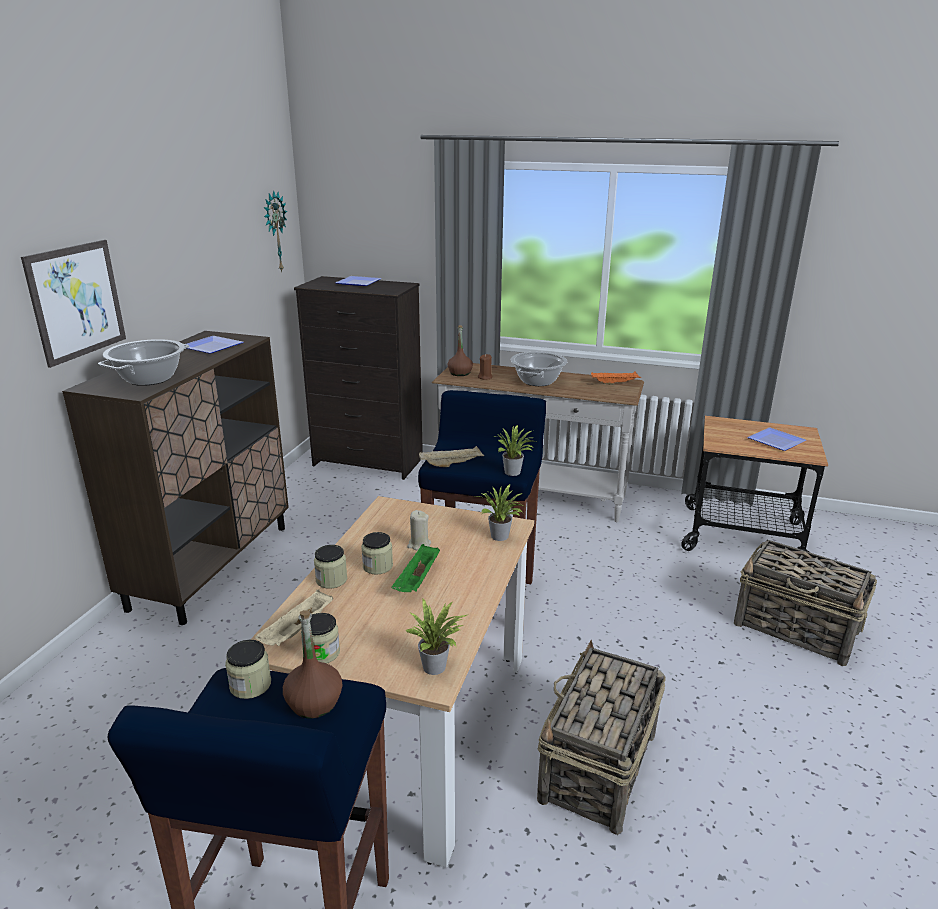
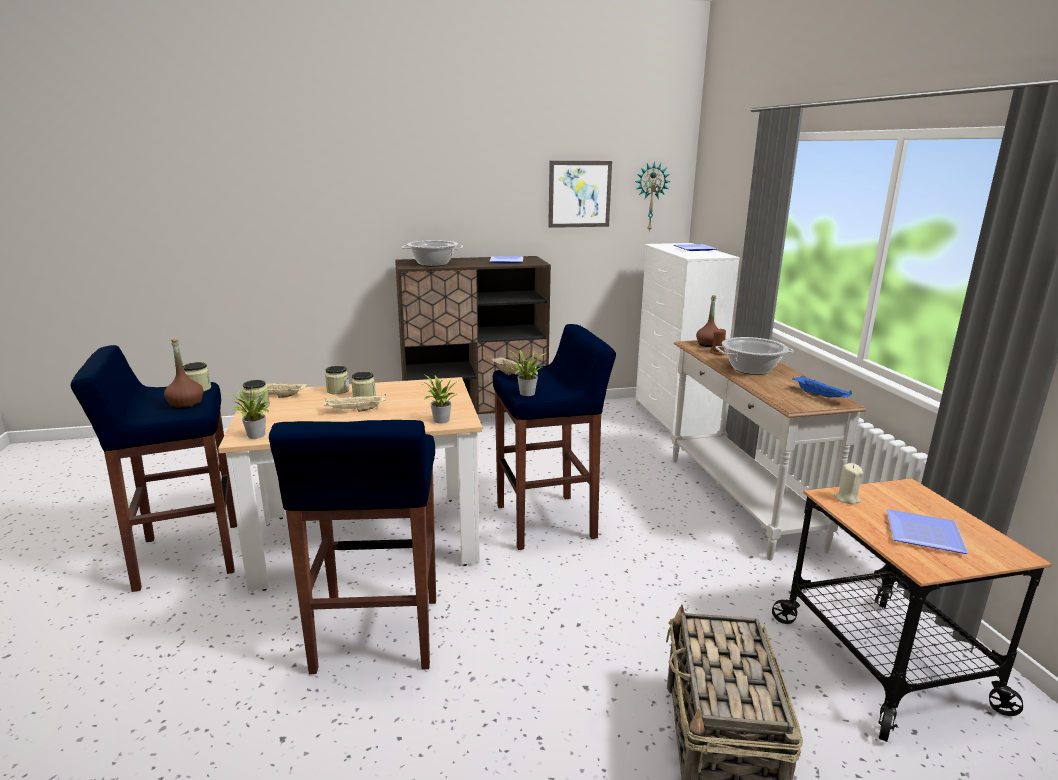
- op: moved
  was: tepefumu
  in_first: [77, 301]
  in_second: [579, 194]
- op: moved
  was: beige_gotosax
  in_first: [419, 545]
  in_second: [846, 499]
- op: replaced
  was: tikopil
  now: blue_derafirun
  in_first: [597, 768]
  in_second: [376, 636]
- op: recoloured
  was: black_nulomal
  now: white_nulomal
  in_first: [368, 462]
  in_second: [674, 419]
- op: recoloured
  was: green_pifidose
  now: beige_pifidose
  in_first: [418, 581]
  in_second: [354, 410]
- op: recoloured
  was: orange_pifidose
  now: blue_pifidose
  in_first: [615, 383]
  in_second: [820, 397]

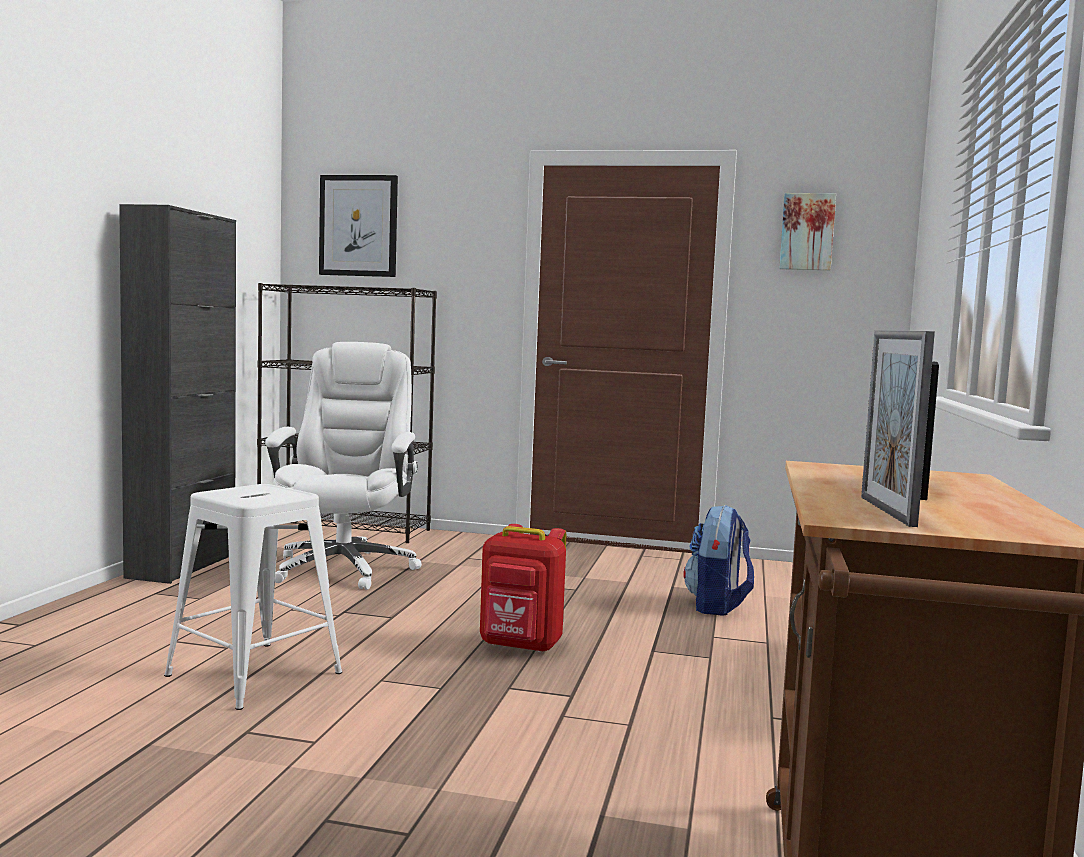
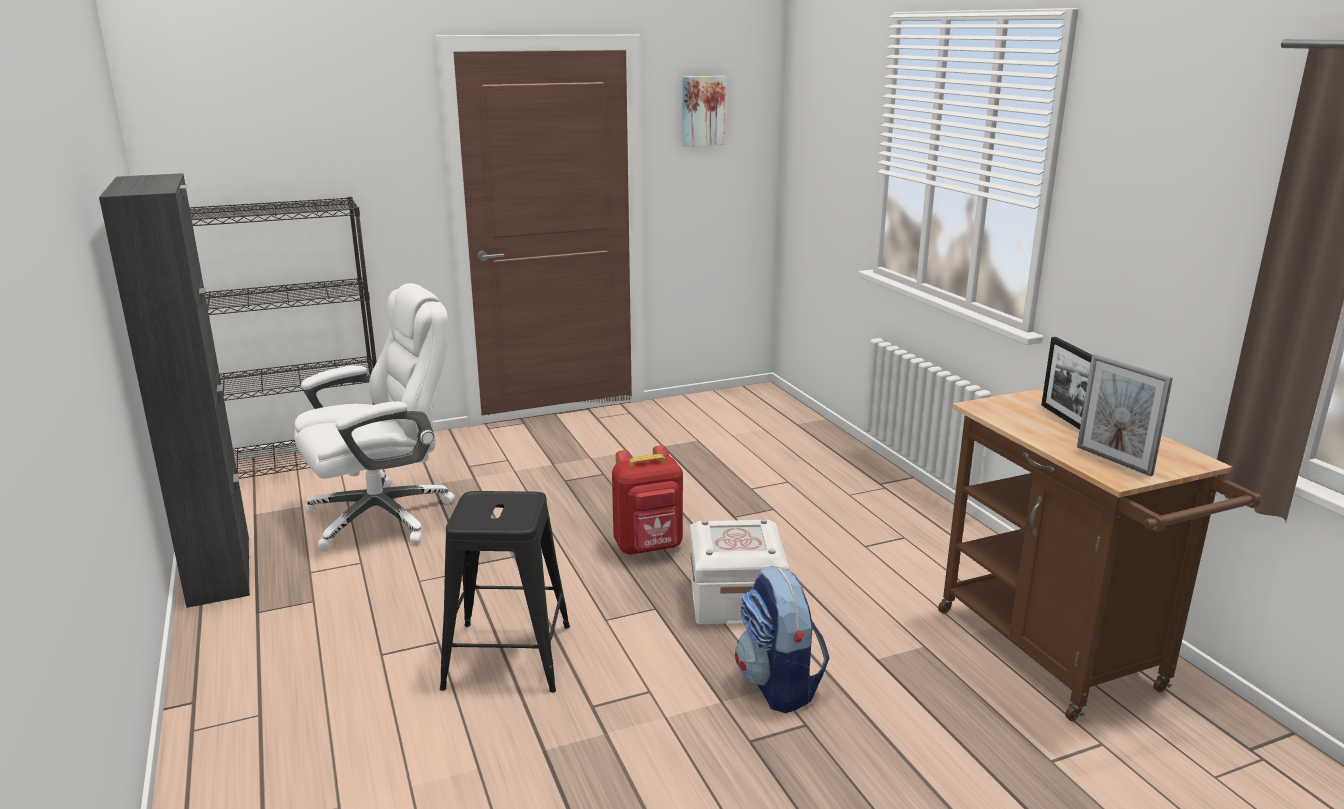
- op: removed
  was: tepefumu
  in_first: [358, 226]
- op: added
  now: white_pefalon
  in_second: [735, 600]
- op: moved
  was: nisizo
  in_first: [717, 606]
  in_second: [779, 685]
- op: recoloured
  was: white_derafirun
  now: black_derafirun
  in_first: [254, 674]
  in_second: [507, 656]
- op: turned
  was: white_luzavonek
  in_first: [344, 568]
  in_second: [383, 516]
  clockwise: 90

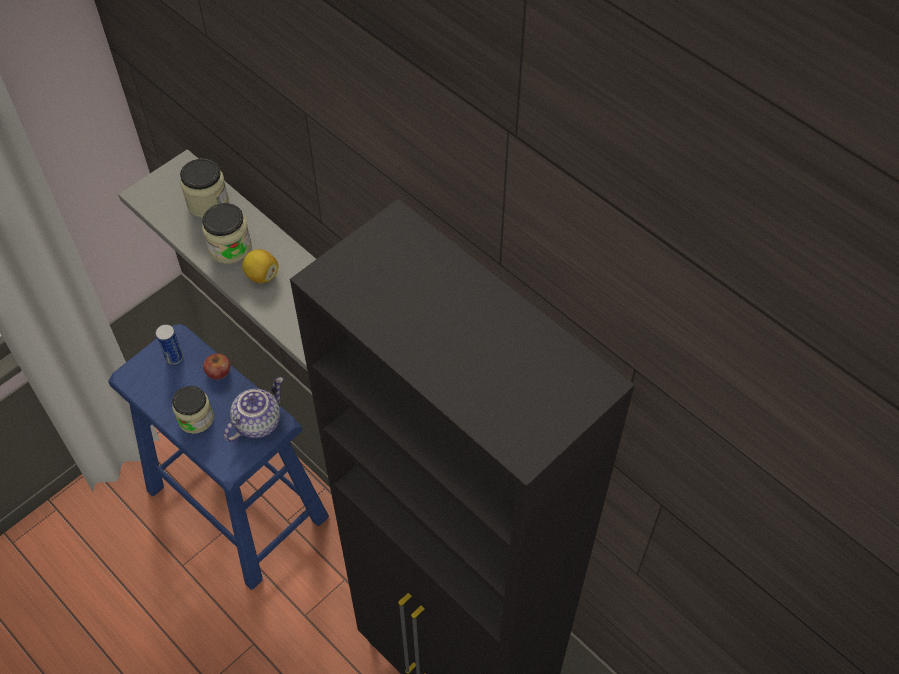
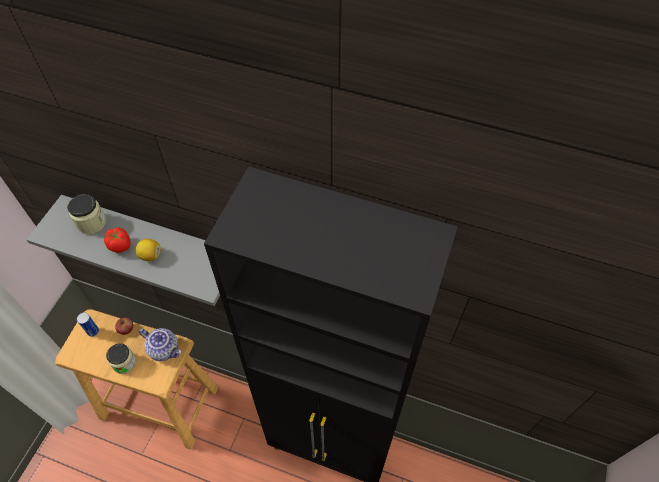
- op: replaced
  was: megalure
  now: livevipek
  in_first: [230, 247]
  in_second: [120, 245]
- op: recoloured
  was: blue_derafirun
  now: beige_derafirun
  in_first: [236, 503]
  in_second: [159, 402]
- op: turned
  was: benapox
  in_first: [257, 421]
  in_second: [165, 349]
  clockwise: 105

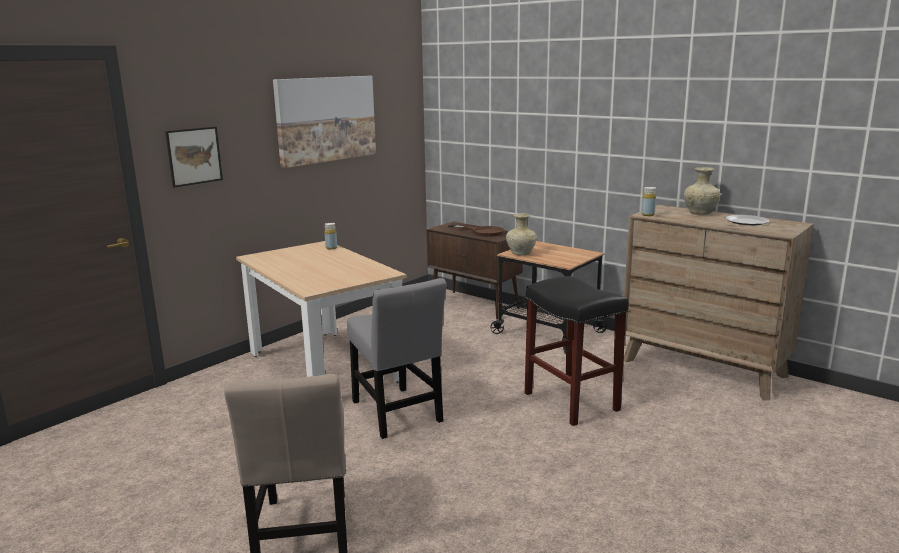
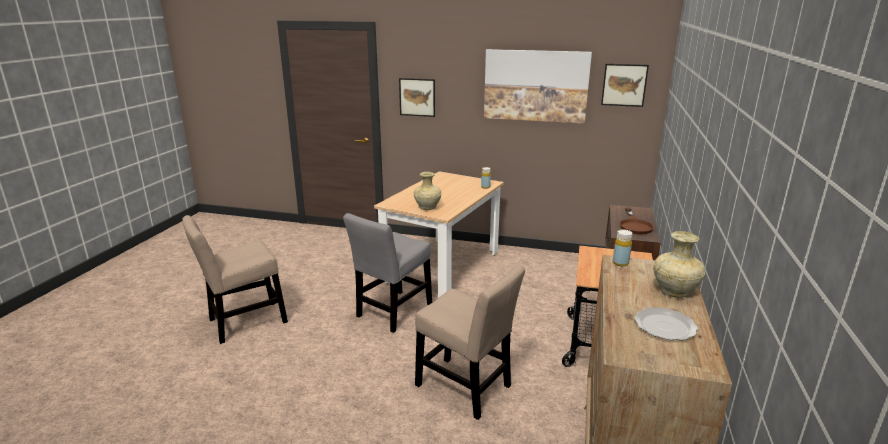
- op: added
  now: tepefumu
  in_second: [624, 85]
- op: moved
  was: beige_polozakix
  in_first: [520, 254]
  in_second: [427, 208]
- op: replaced
  was: black_derafirun
  now: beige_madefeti
  in_first: [572, 402]
  in_second: [466, 388]

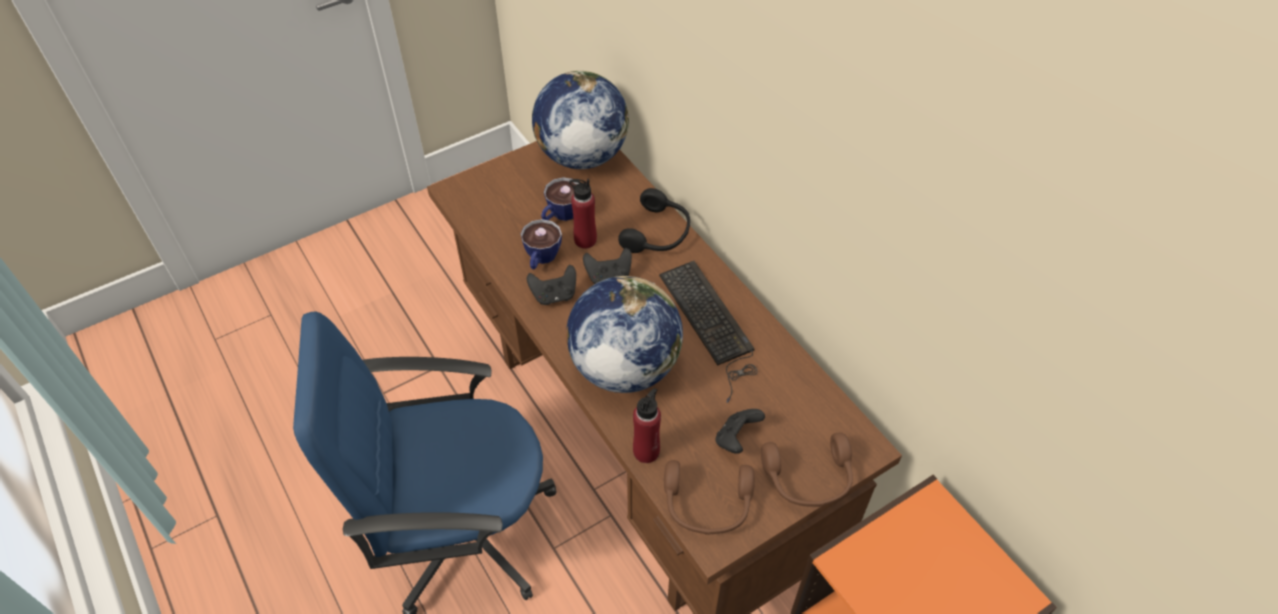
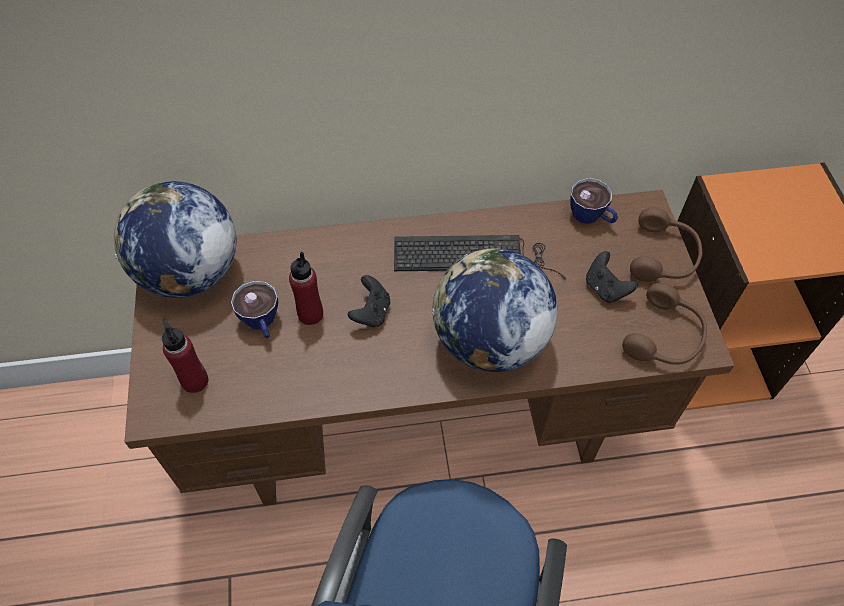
- op: removed
  was: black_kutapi
  in_first: [554, 295]
- op: removed
  was: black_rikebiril
  in_first: [658, 234]
- op: moved
  was: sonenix
  in_first: [541, 259]
  in_second: [591, 217]
- op: moved
  was: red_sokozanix
  in_first: [646, 451]
  in_second: [195, 381]

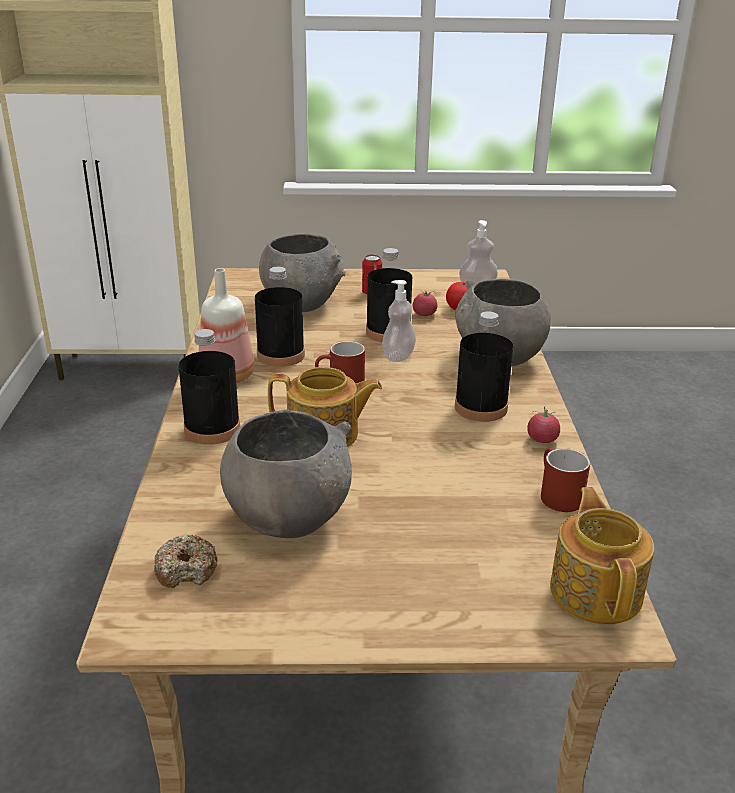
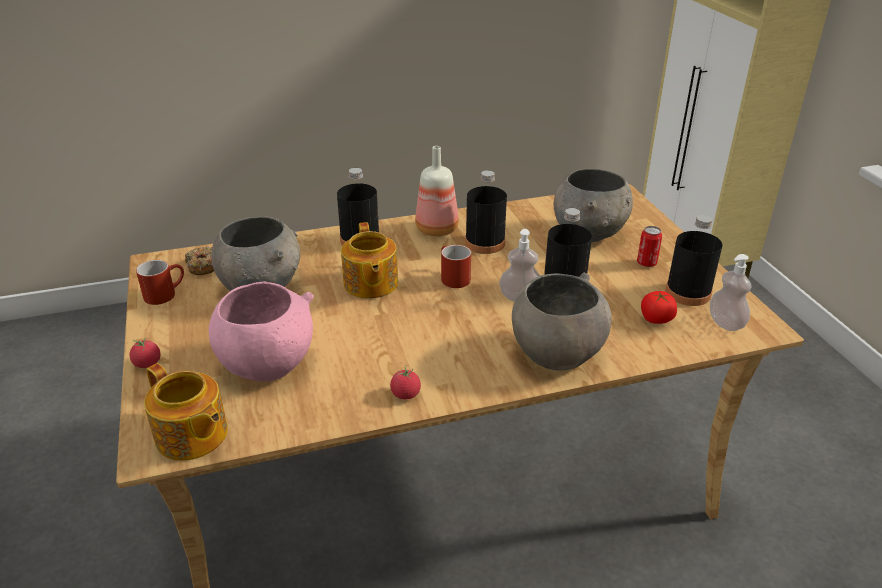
- op: added
  now: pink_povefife
  in_second: [267, 364]
- op: moved
  was: livevipek
  in_first: [424, 314]
  in_second: [147, 363]
- op: moved
  was: black_sokozanix
  in_first: [481, 407]
  in_second: [688, 293]
- op: moved
  was: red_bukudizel
  in_first: [556, 495]
  in_second: [165, 293]
- op: turned
  was: benapox
  in_first: [596, 591]
  in_second: [192, 436]
  clockwise: 60

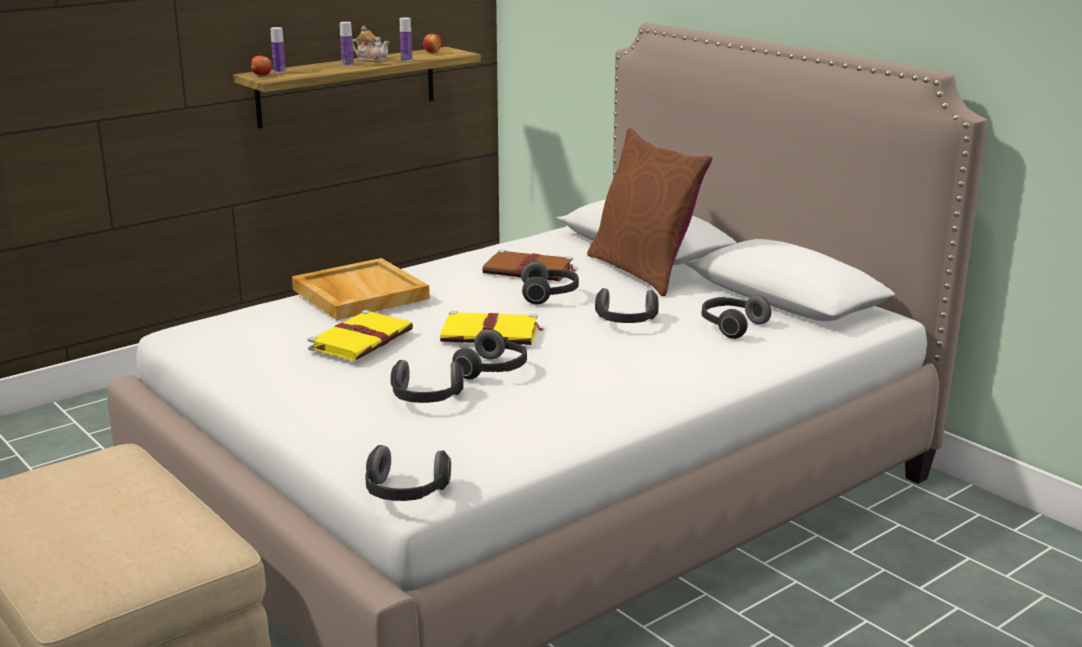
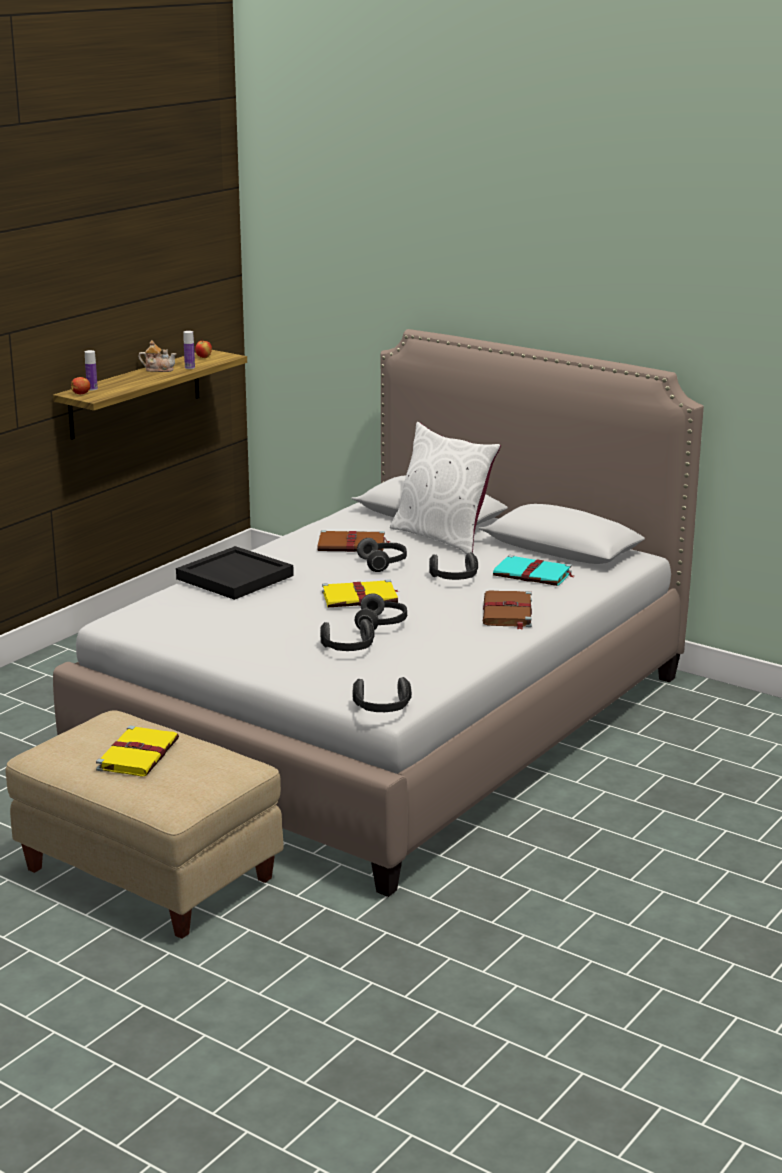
- op: removed
  was: sokozanix
  in_first: [347, 65]
- op: added
  now: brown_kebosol
  in_second: [507, 613]
- op: moved
  was: yellow_kebosol
  in_first: [362, 339]
  in_second: [138, 754]
- op: replaced
  was: rikebiril
  now: turquoise_kebosol
  in_first: [731, 326]
  in_second: [534, 574]
- op: recoloured
  was: beige_pifidose
  now: black_pifidose
  in_first: [359, 294]
  in_second: [233, 577]
- op: recoloured
  was: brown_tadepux
  now: white_tadepux
  in_first: [643, 271]
  in_second: [442, 537]

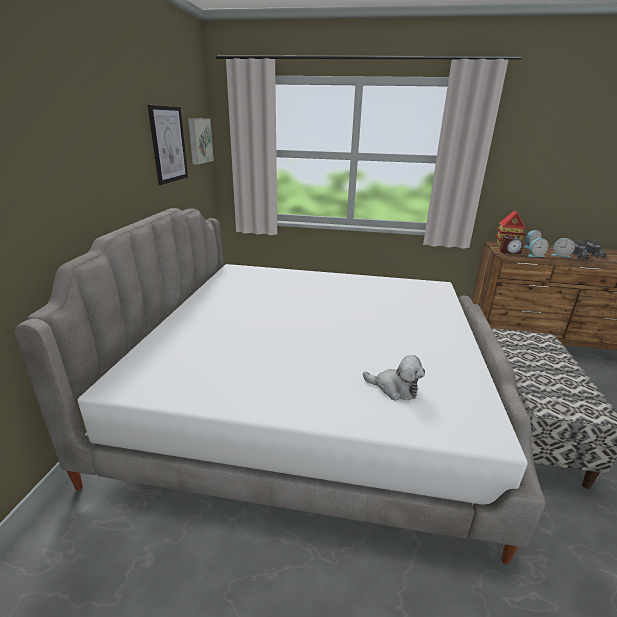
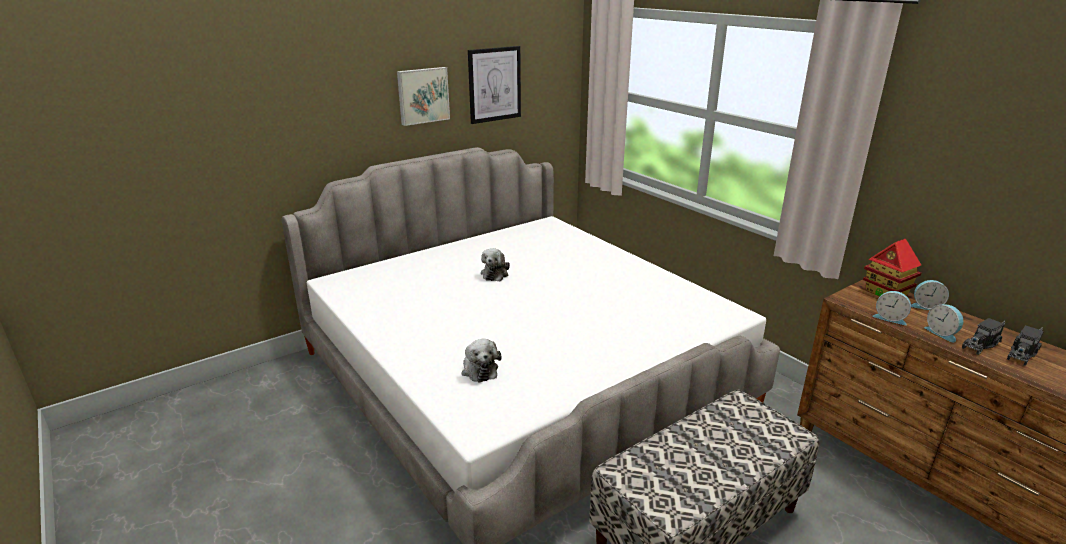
- op: removed
  was: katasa
  in_first: [509, 252]
- op: added
  now: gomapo
  in_second: [495, 273]
- op: moved
  was: tepefumu
  in_first: [199, 140]
  in_second: [422, 95]

